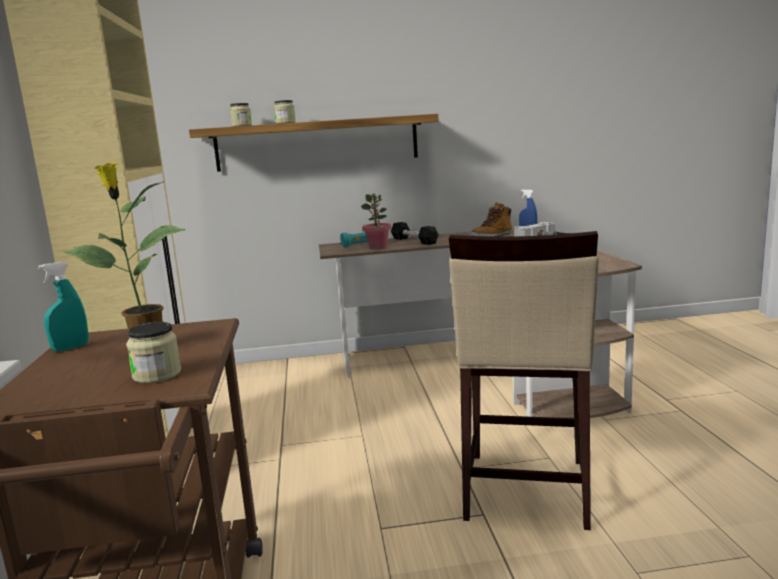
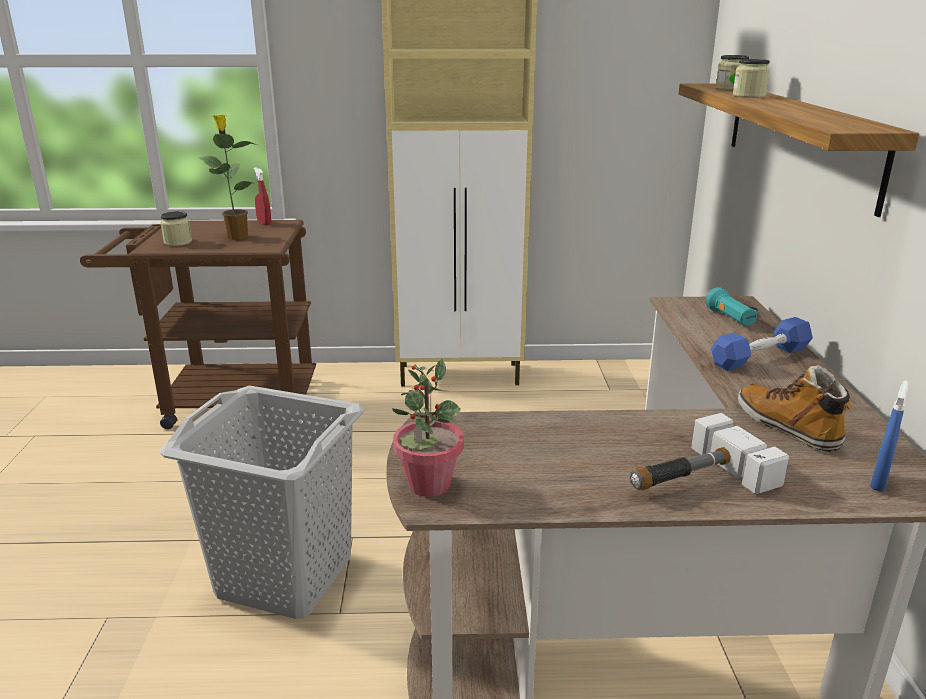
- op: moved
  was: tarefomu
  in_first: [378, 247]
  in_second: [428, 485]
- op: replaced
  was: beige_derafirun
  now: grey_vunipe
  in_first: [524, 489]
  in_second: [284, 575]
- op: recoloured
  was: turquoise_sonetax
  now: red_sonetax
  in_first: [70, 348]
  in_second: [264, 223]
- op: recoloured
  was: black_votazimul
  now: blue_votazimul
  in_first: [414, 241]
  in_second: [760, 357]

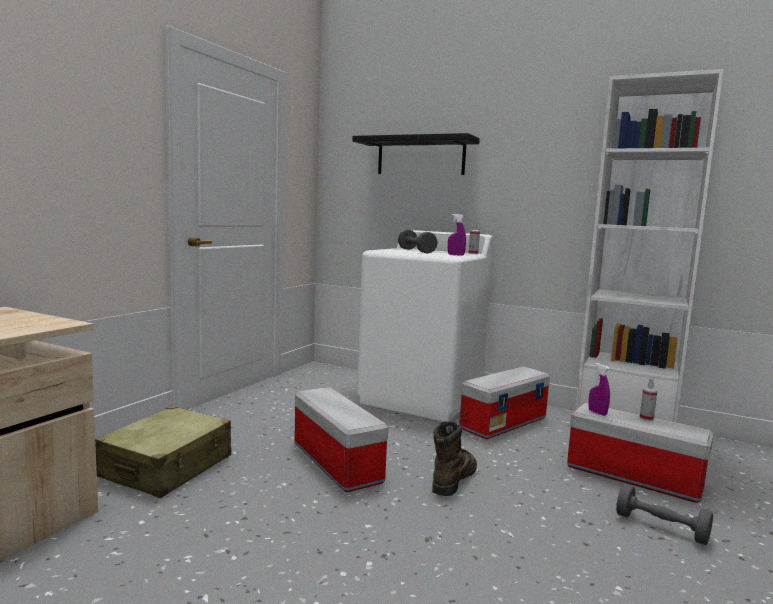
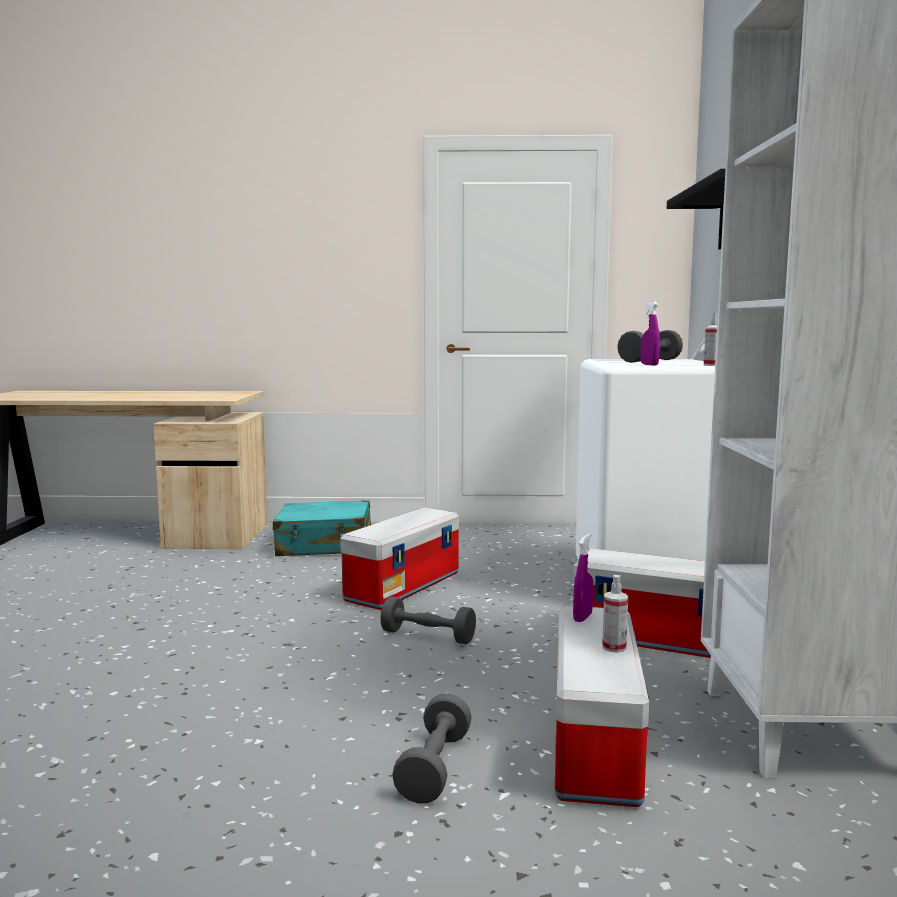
- op: replaced
  was: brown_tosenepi
  now: grey_votazimul
  in_first: [453, 480]
  in_second: [428, 636]
- op: recoloured
  was: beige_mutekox
  now: turquoise_mutekox
  in_first: [167, 467]
  in_second: [325, 545]

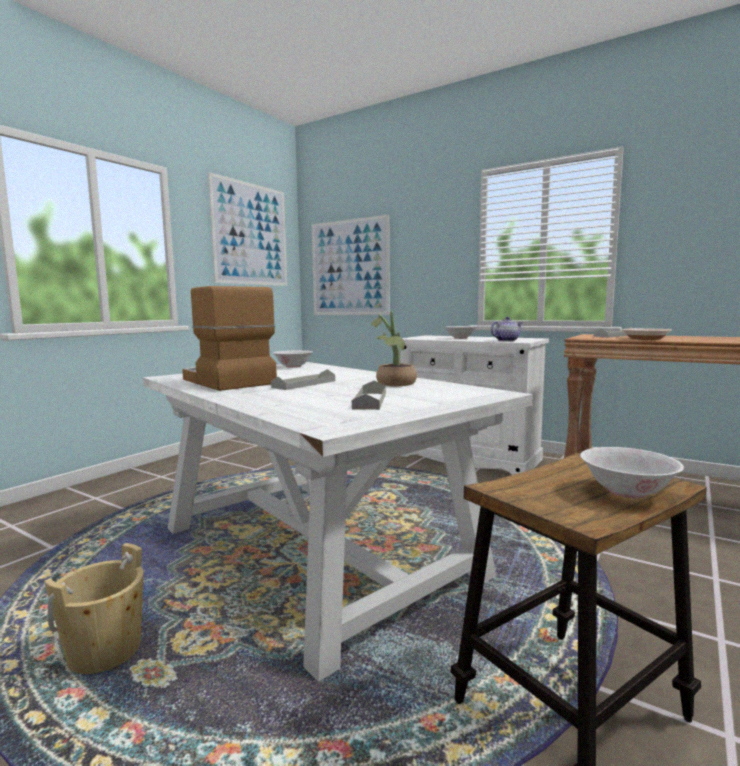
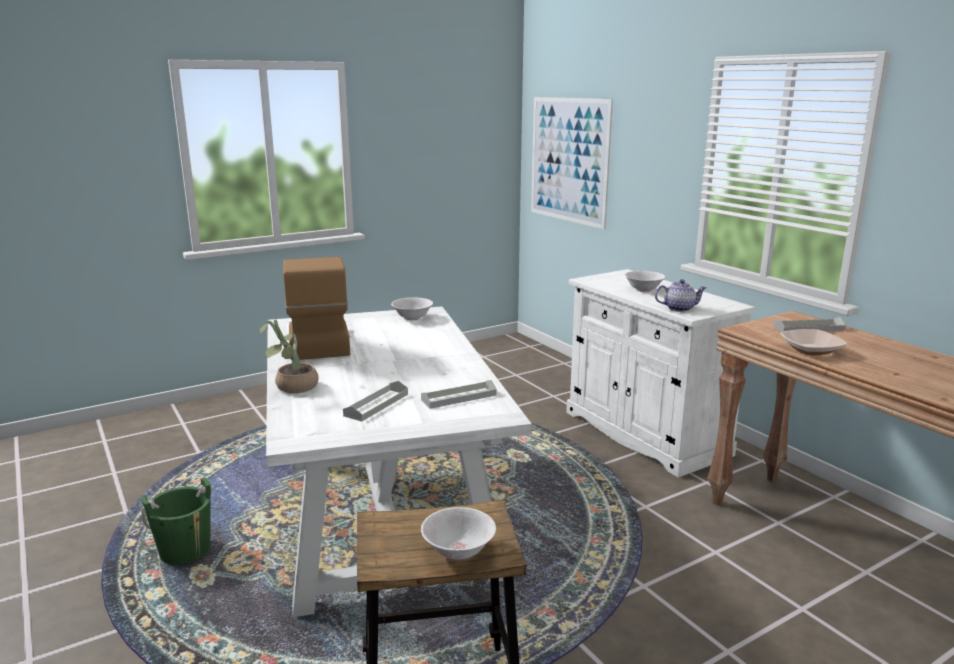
- op: removed
  was: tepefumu
  in_first: [250, 234]
- op: moved
  was: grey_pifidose
  in_first: [304, 384]
  in_second: [459, 397]
- op: moved
  was: tarefomu
  in_first: [394, 384]
  in_second: [292, 387]
- op: recoloured
  was: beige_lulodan
  now: green_lulodan
  in_first: [105, 652]
  in_second: [185, 551]

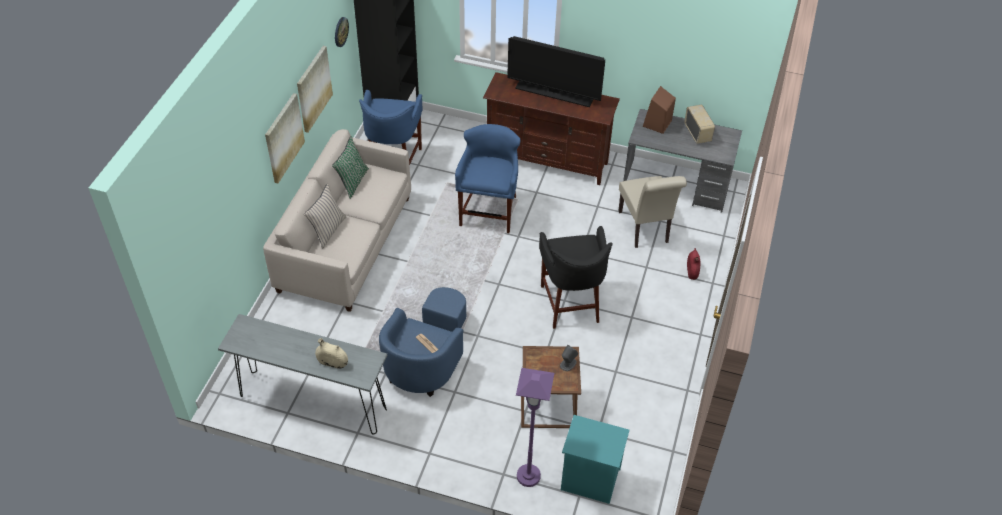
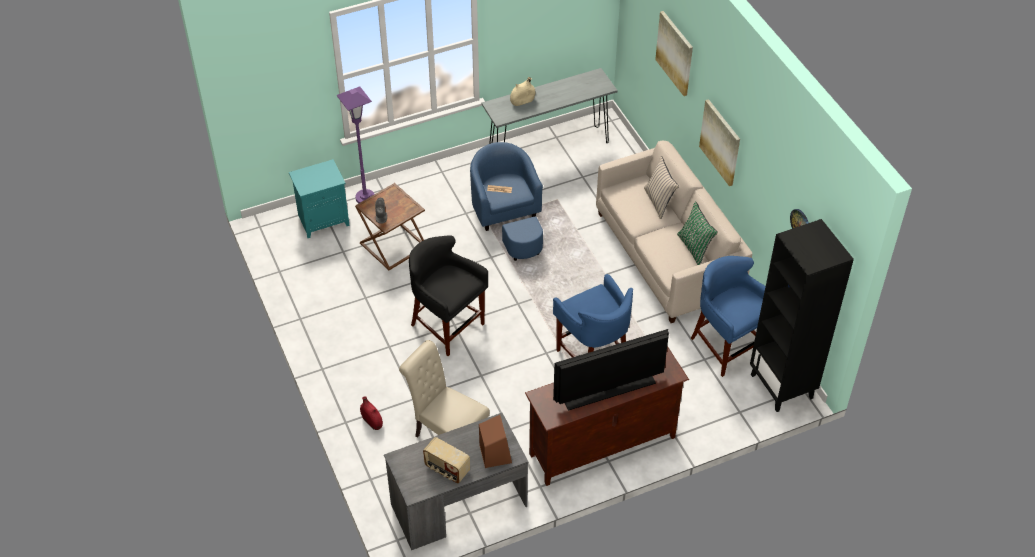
- op: moved
  was: tepefumu
  in_first: [313, 88]
  in_second: [675, 53]

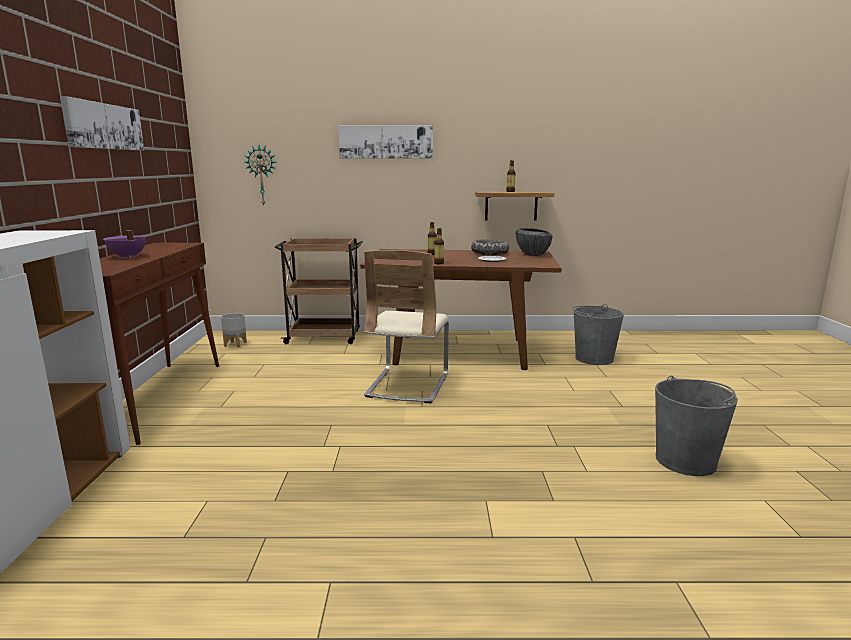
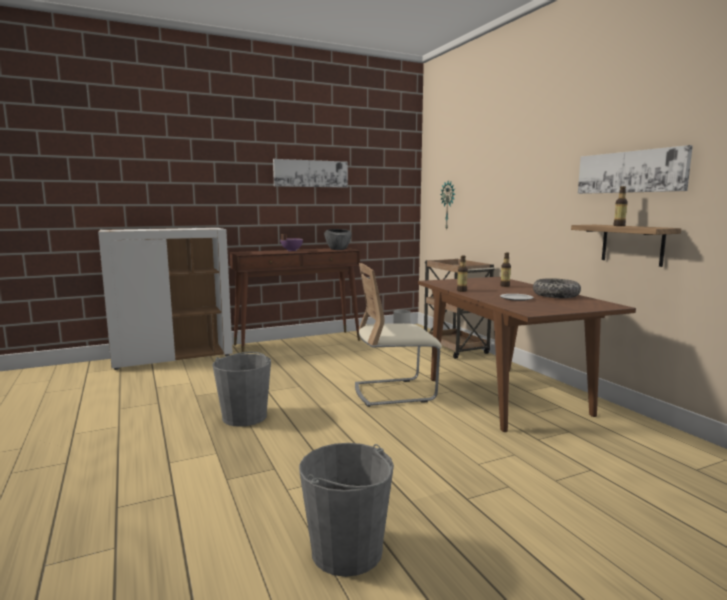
- op: moved
  was: tepefumu
  in_first: [386, 142]
  in_second: [630, 172]
- op: moved
  was: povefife
  in_first: [533, 254]
  in_second: [338, 249]
- op: moved
  was: grey_lulodan
  in_first: [593, 358]
  in_second: [245, 416]

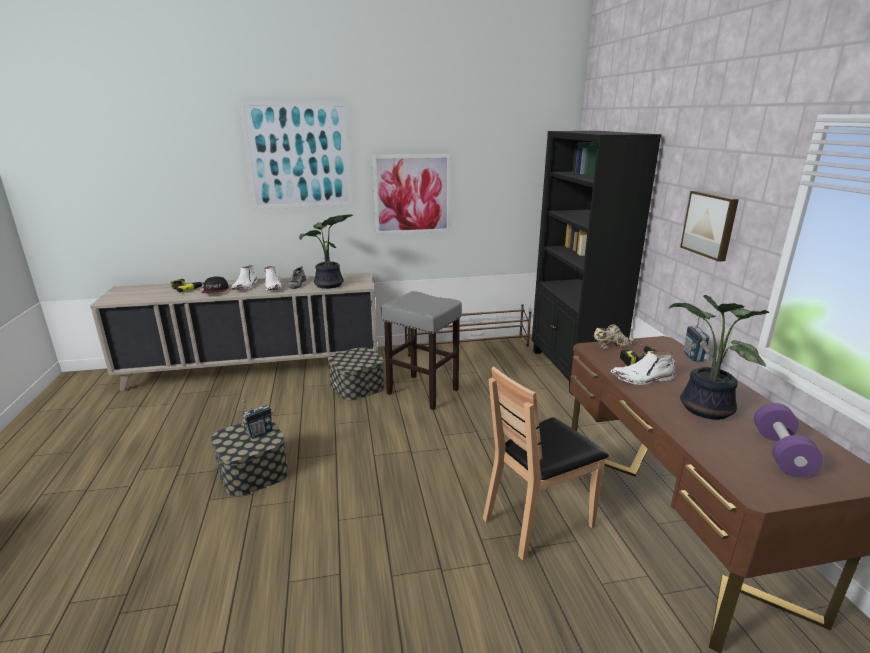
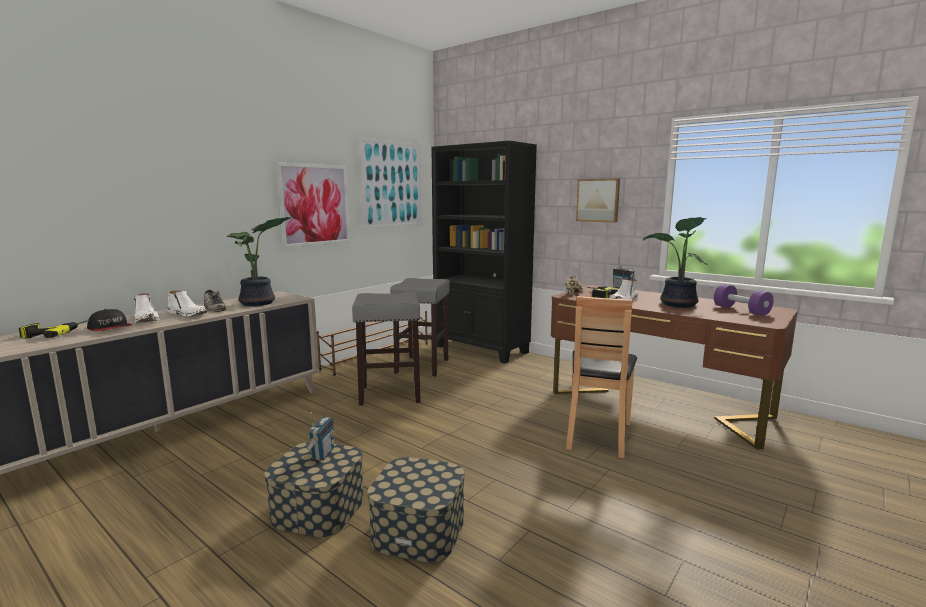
- op: added
  now: grey_derafirun
  in_second: [422, 366]
- op: moved
  was: tepefumu
  in_first: [299, 156]
  in_second: [392, 184]
- op: moved
  was: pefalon
  in_first: [357, 386]
  in_second: [418, 530]

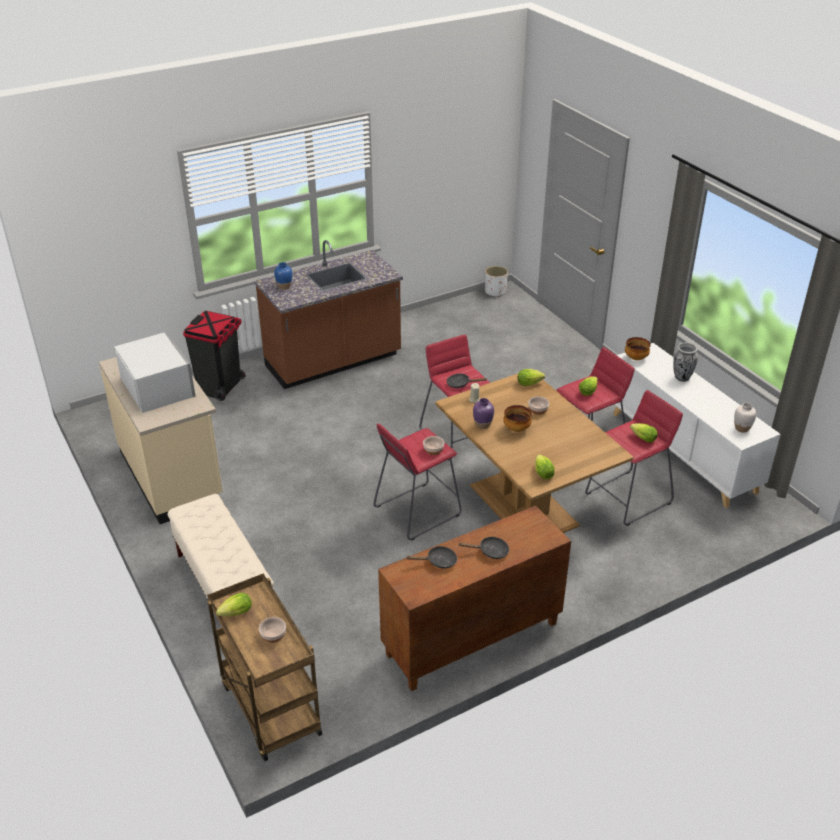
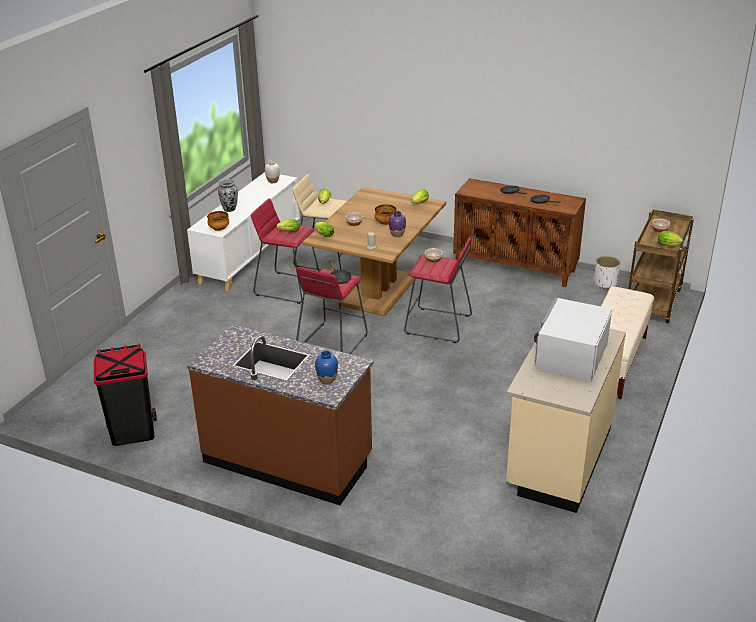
- op: moved
  was: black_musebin
  in_first: [220, 387]
  in_second: [132, 431]
- op: moved
  was: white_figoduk
  in_first: [495, 292]
  in_second: [605, 283]
- op: recoloured
  was: red_derafirun
  now: beige_derafirun
  in_first: [628, 498]
  in_second: [325, 259]

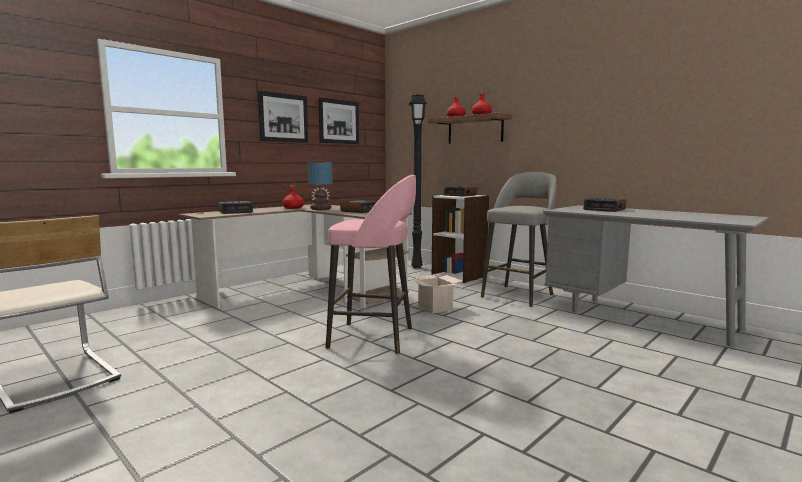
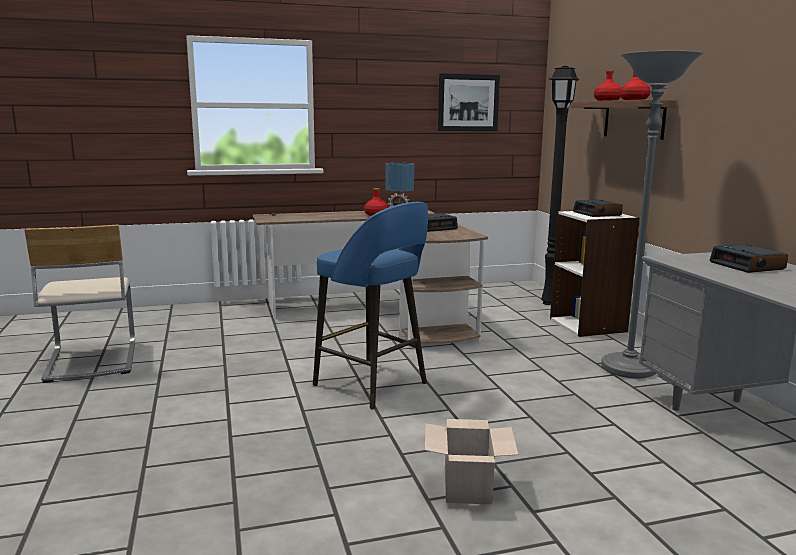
- op: removed
  was: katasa
  in_first: [235, 211]
- op: removed
  was: tepefumu
  in_first: [283, 117]
- op: moved
  was: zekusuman
  in_first: [436, 308]
  in_second: [468, 489]
- op: replaced
  was: grey_derafirun
  now: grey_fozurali
  in_first: [518, 295]
  in_second: [628, 369]
- op: recoloured
  was: pink_derafirun
  now: blue_derafirun
  in_first: [374, 338]
  in_second: [372, 385]

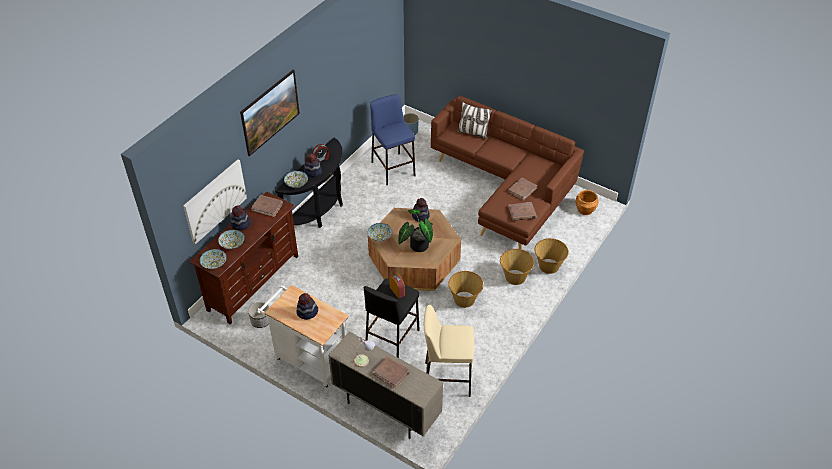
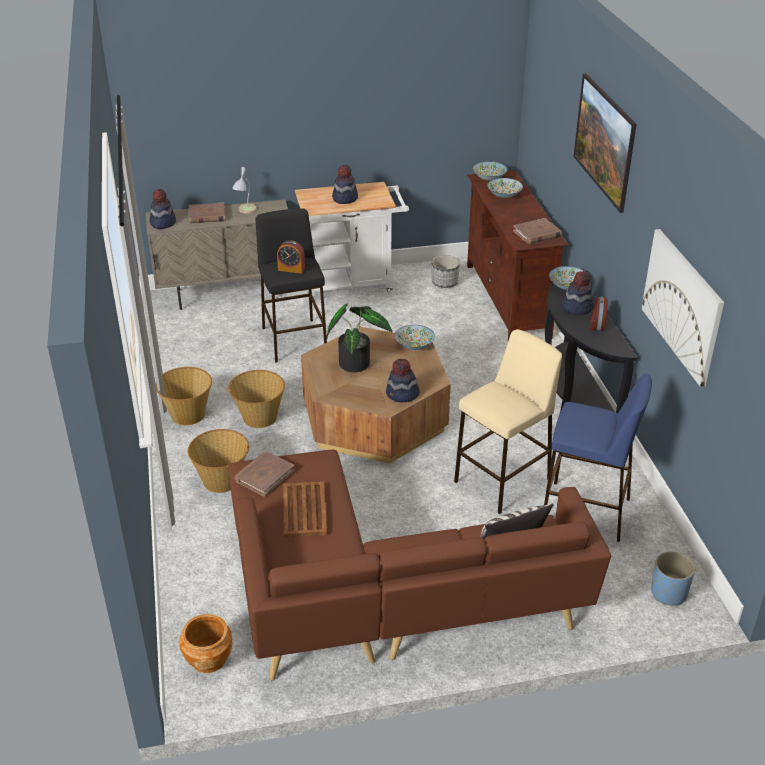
- op: moved
  was: tepefumu
  in_first: [215, 201]
  in_second: [682, 305]
- op: moved
  was: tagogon
  in_first: [241, 224]
  in_second: [162, 223]
- op: moved
  was: beige_derafirun
  in_first: [447, 379]
  in_second: [503, 480]
- op: moved
  was: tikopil
  in_first: [548, 266]
  in_second: [188, 414]
- op: replaced
  was: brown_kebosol
  now: brown_pifidose
  in_first: [522, 190]
  in_second: [304, 510]

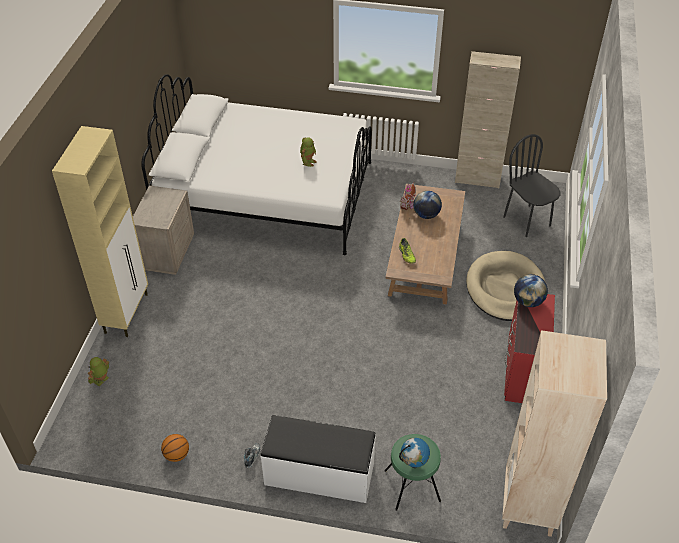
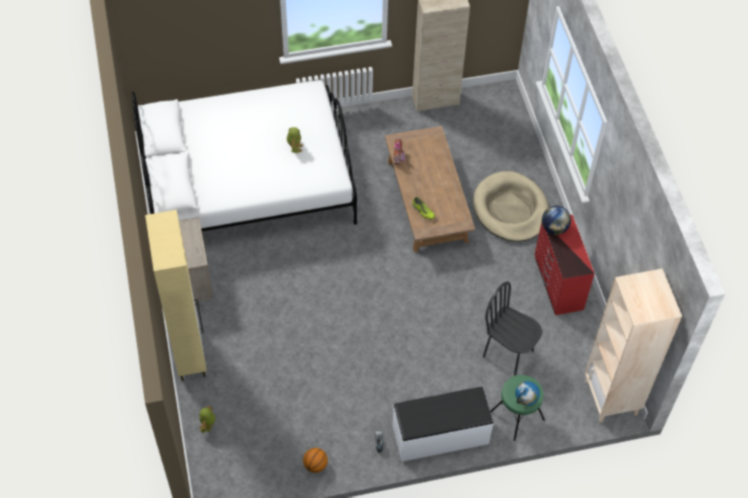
- op: removed
  was: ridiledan
  in_first: [426, 215]
- op: moved
  was: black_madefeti
  in_first: [527, 221]
  in_second: [508, 353]

